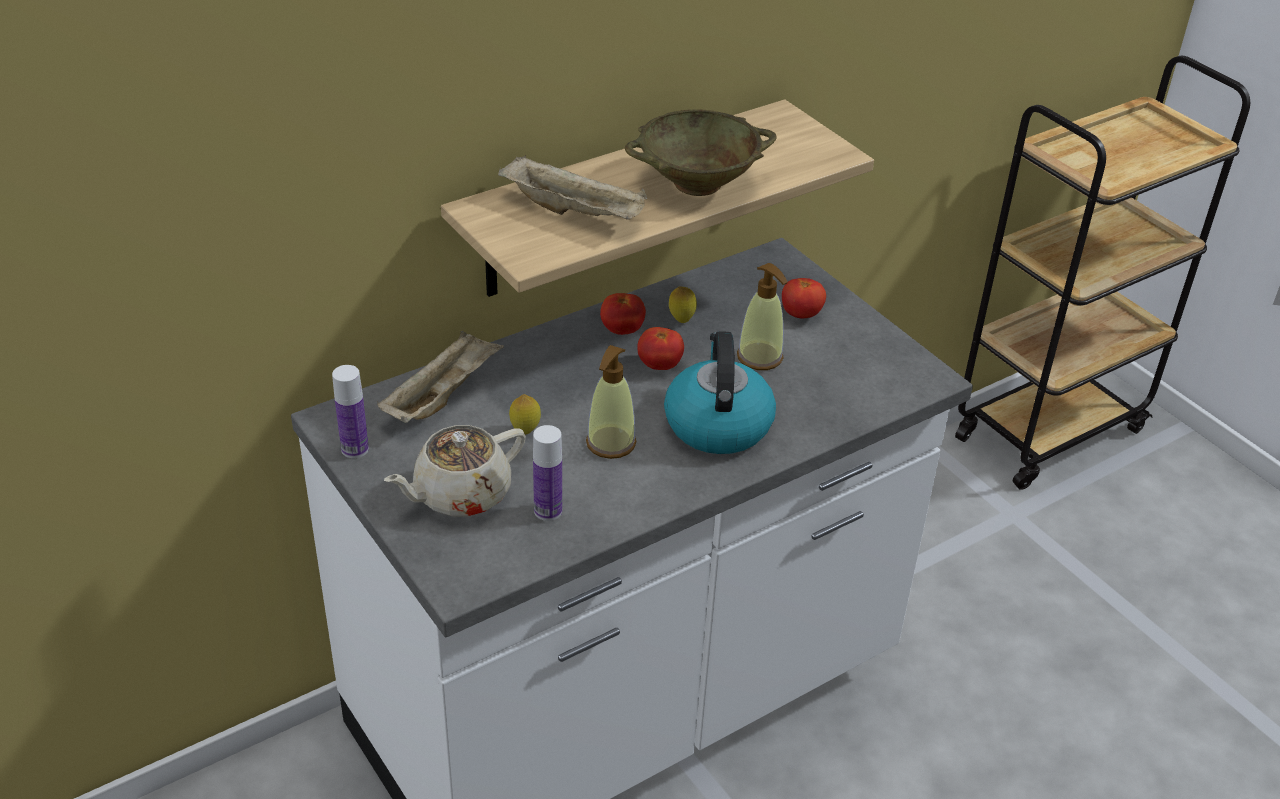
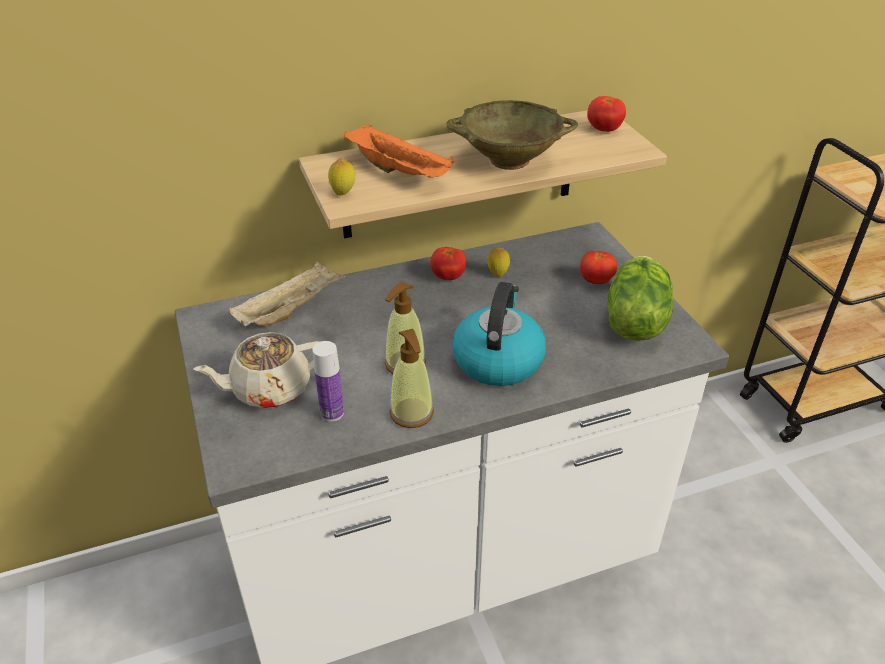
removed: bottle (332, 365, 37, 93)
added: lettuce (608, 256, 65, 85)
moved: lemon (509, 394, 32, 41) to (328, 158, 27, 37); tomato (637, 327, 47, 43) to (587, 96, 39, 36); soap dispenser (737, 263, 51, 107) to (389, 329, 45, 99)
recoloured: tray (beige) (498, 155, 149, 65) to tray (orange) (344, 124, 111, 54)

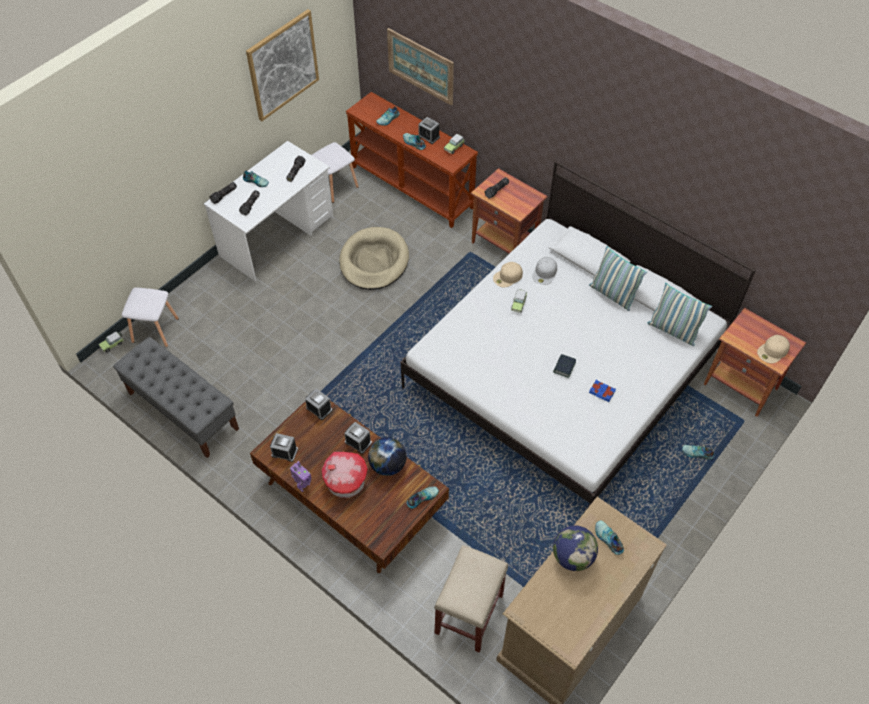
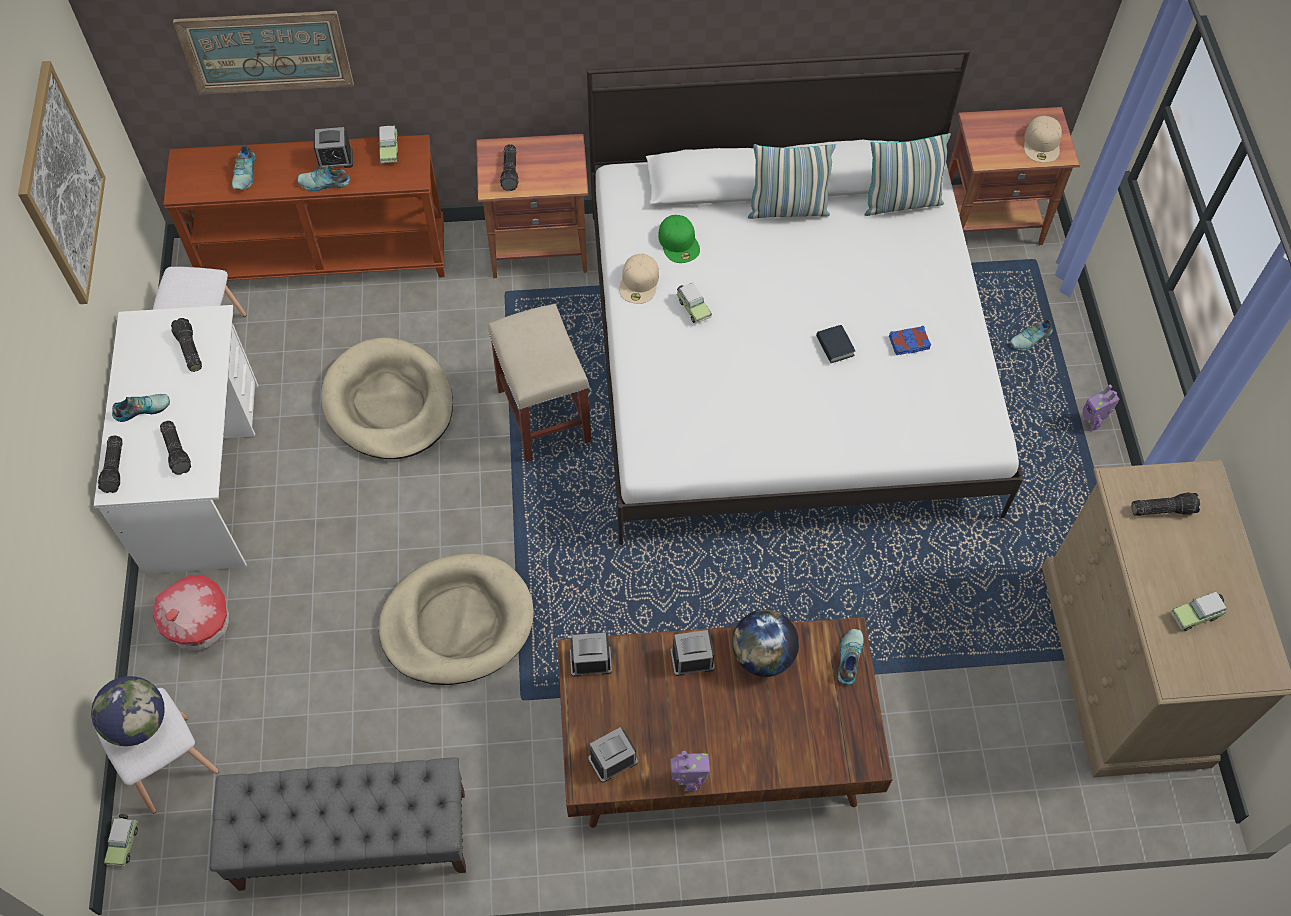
added: dog bed (beige) (379, 554, 154, 131); toy robot (1082, 385, 38, 47); toy car (1171, 592, 56, 39)
moved: toy house (322, 452, 46, 46) to (153, 575, 76, 75); stool (beige) (434, 545, 74, 108) to (488, 304, 104, 158); globe (553, 525, 45, 46) to (91, 676, 74, 70)
replaced: shoe (595, 520, 29, 35) to flashlight (1132, 492, 68, 24)
recoloured: cap (white) (532, 257, 25, 28) to cap (green) (658, 215, 42, 48)

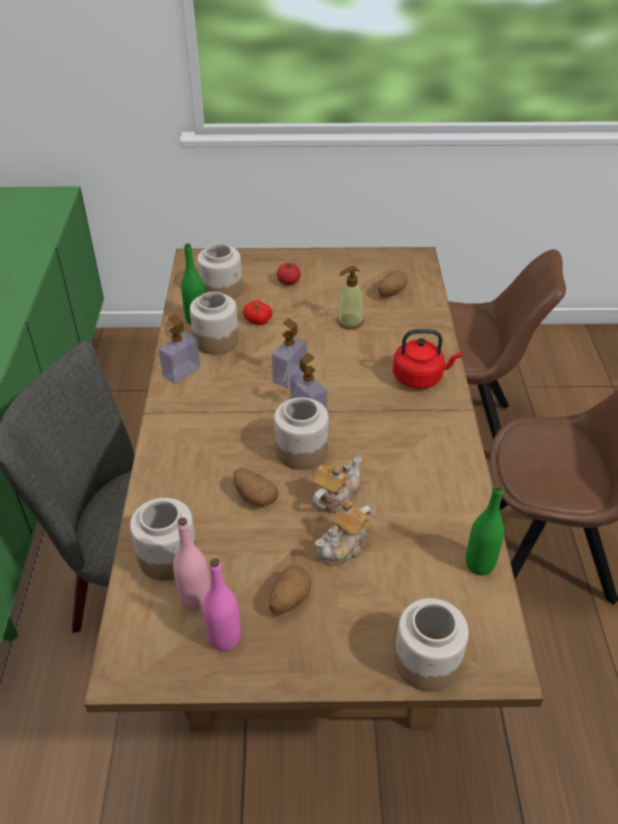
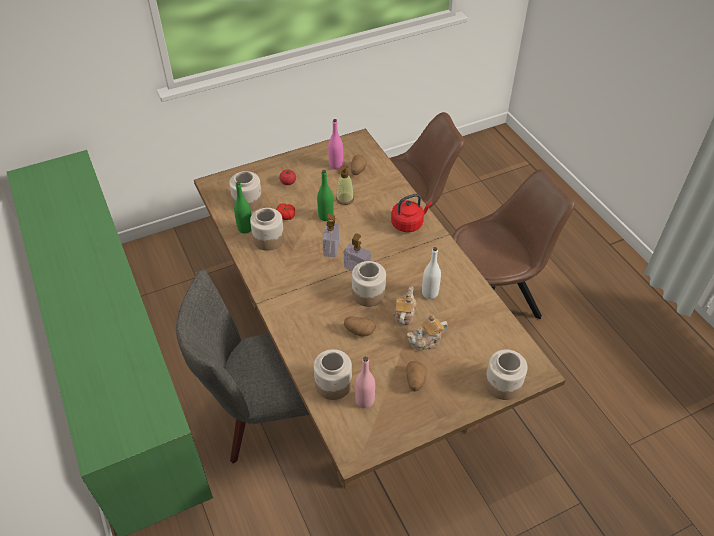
removed: soap dispenser (158, 314, 42, 70)
added: bottle (white) (422, 247, 19, 52)
moved: bottle (pink) (203, 558, 38, 93) to (328, 119, 15, 50); bottle (green) (466, 483, 38, 92) to (317, 170, 17, 51)
turned: teapot (315, 500, 57, 66) = (407, 315, 41, 35) 45 degrees clockwise

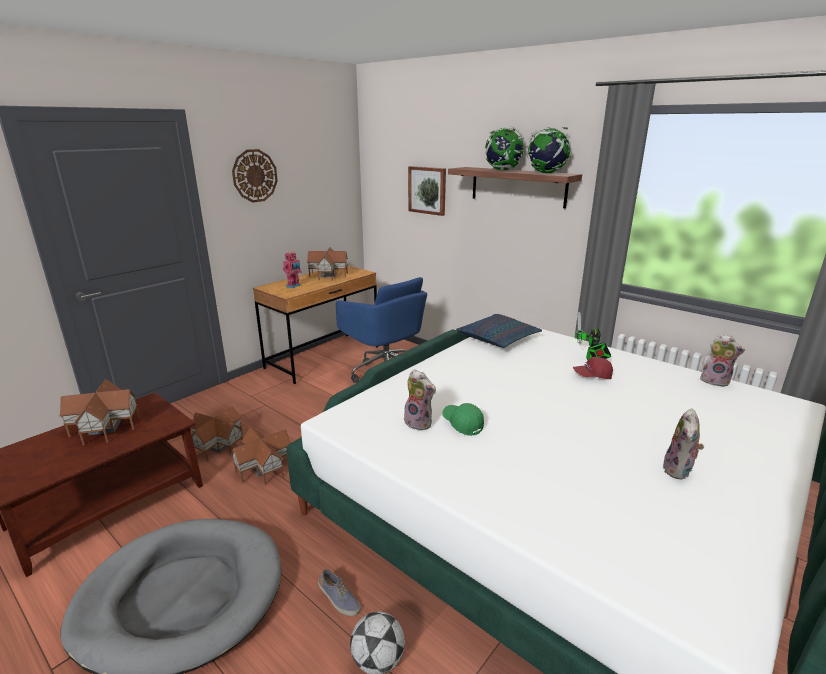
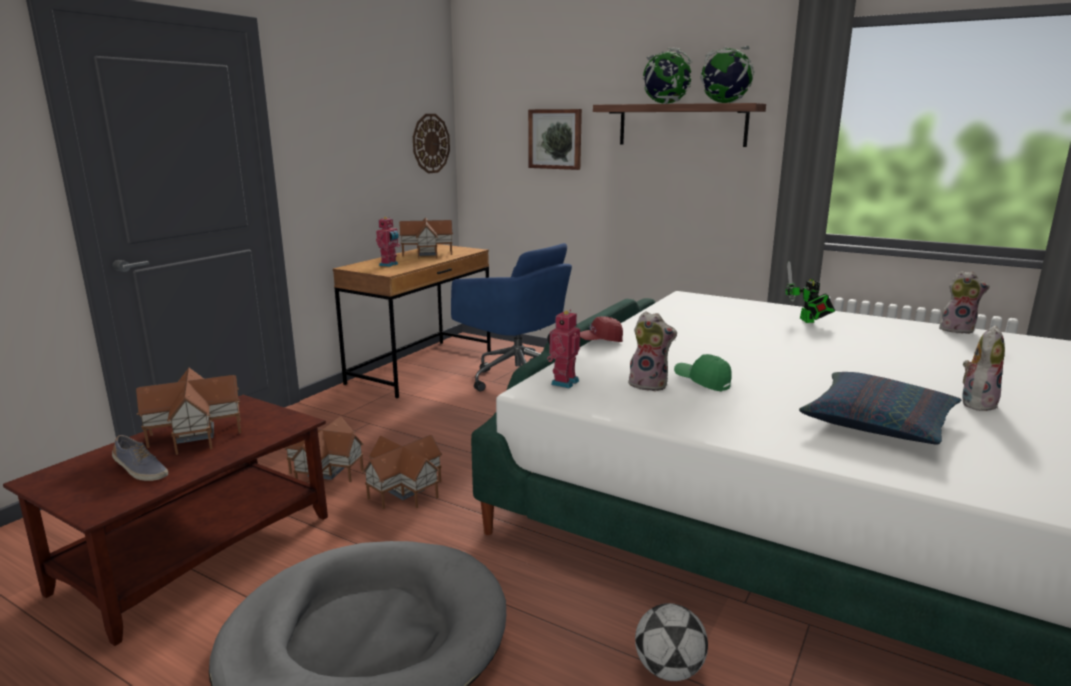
added: toy robot (547, 309, 33, 79)
moved: wall clock (232, 149, 46, 53) to (413, 114, 37, 60); shoe (318, 569, 43, 47) to (112, 435, 56, 46); pillow (blue) (456, 314, 86, 34) to (799, 372, 162, 72); cap (red) (573, 357, 40, 22) to (580, 316, 43, 26)
turned: plush toy (662, 408, 42, 72) = (962, 325, 43, 86) 150 degrees counterclockwise

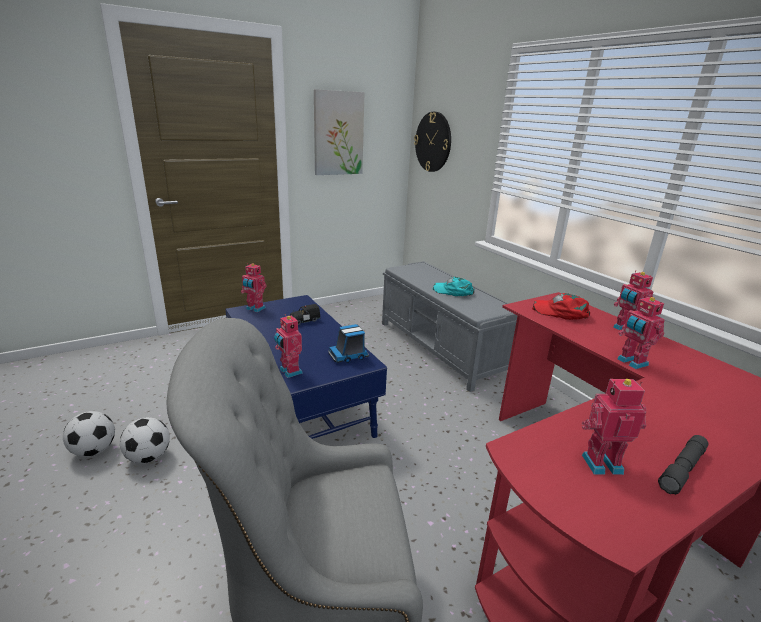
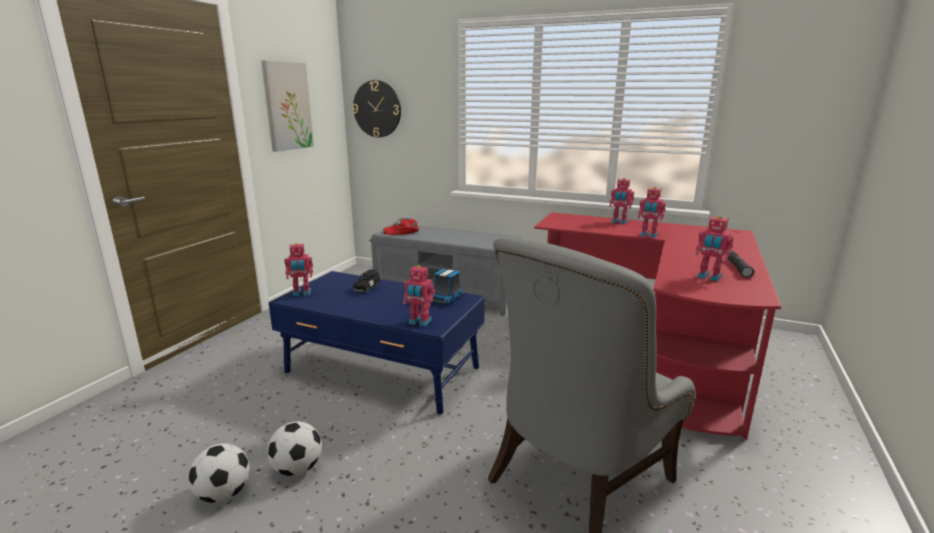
removed: cap (turquoise) (432, 277, 43, 19)
moved: cap (red) (532, 293, 58, 27) to (383, 218, 36, 17)
turned: toy robot (582, 379, 64, 96) = (695, 215, 39, 66) 105 degrees counterclockwise

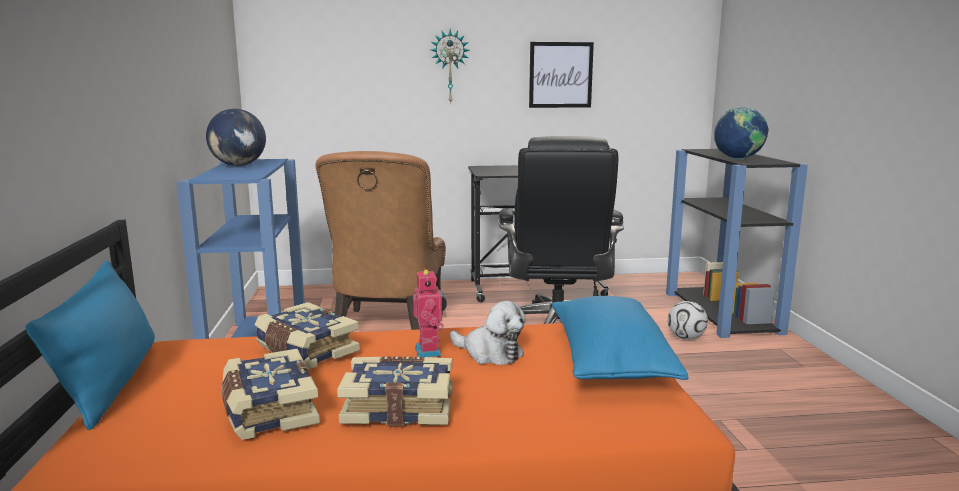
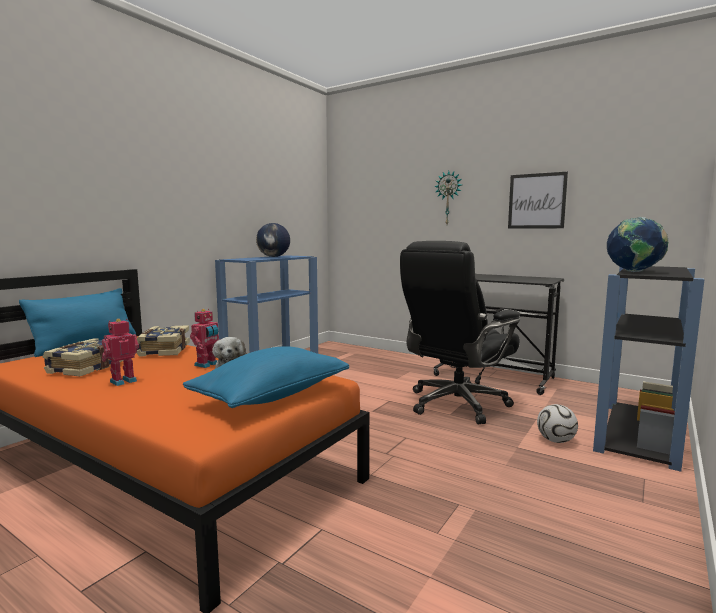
removed: chair (brown) (315, 151, 131, 179)
replaced: book (337, 356, 116, 70) to toy robot (102, 319, 37, 67)

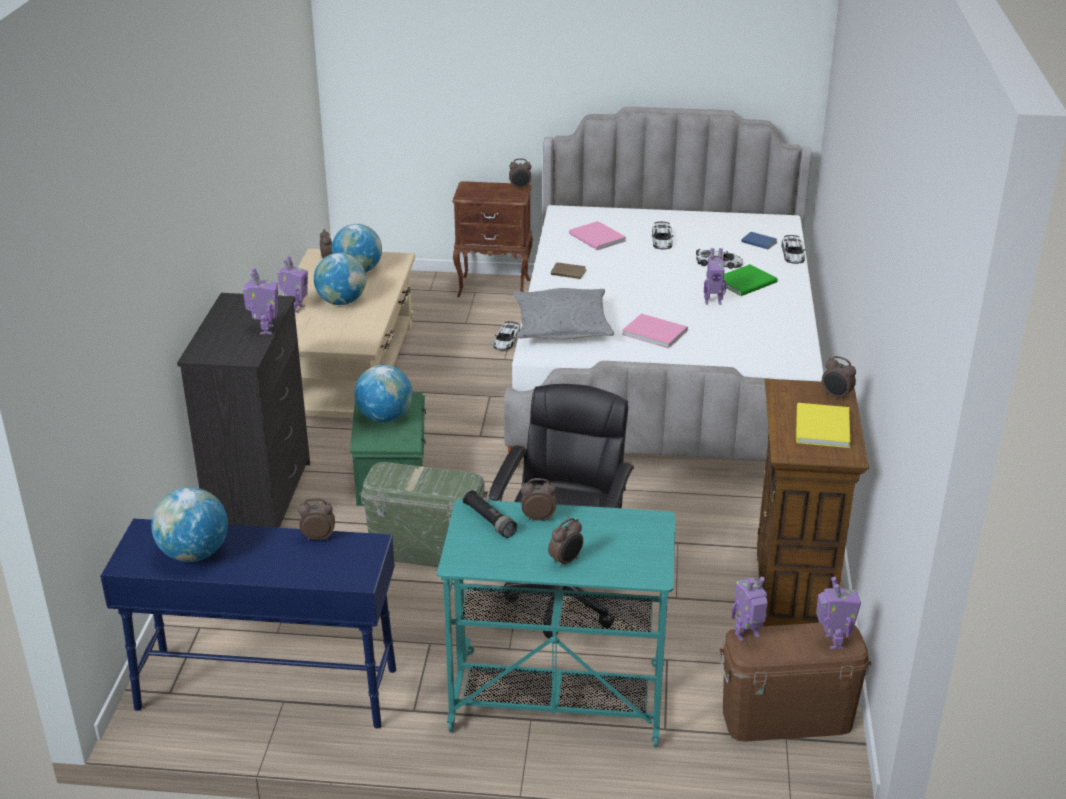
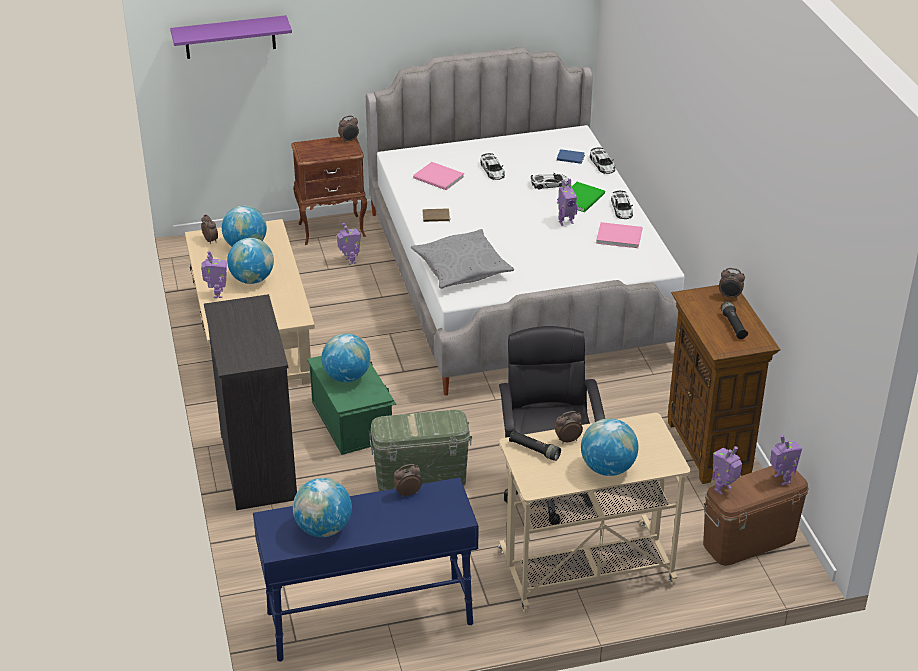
added: shelf (purple) (170, 15, 122, 44)
moved: toy robot (243, 268, 35, 67) to (337, 223, 24, 42); toy car (493, 321, 27, 29) to (611, 191, 22, 28); book (pink) (622, 314, 66, 34) to (596, 222, 46, 26)
replaced: alarm clock (548, 518, 35, 50) to globe (581, 418, 57, 58); book (yellow) (796, 403, 54, 45) to flashlight (black) (721, 301, 27, 38)
recoloured: desk (turquoise) (437, 499, 238, 248) to desk (beige) (498, 413, 193, 200)

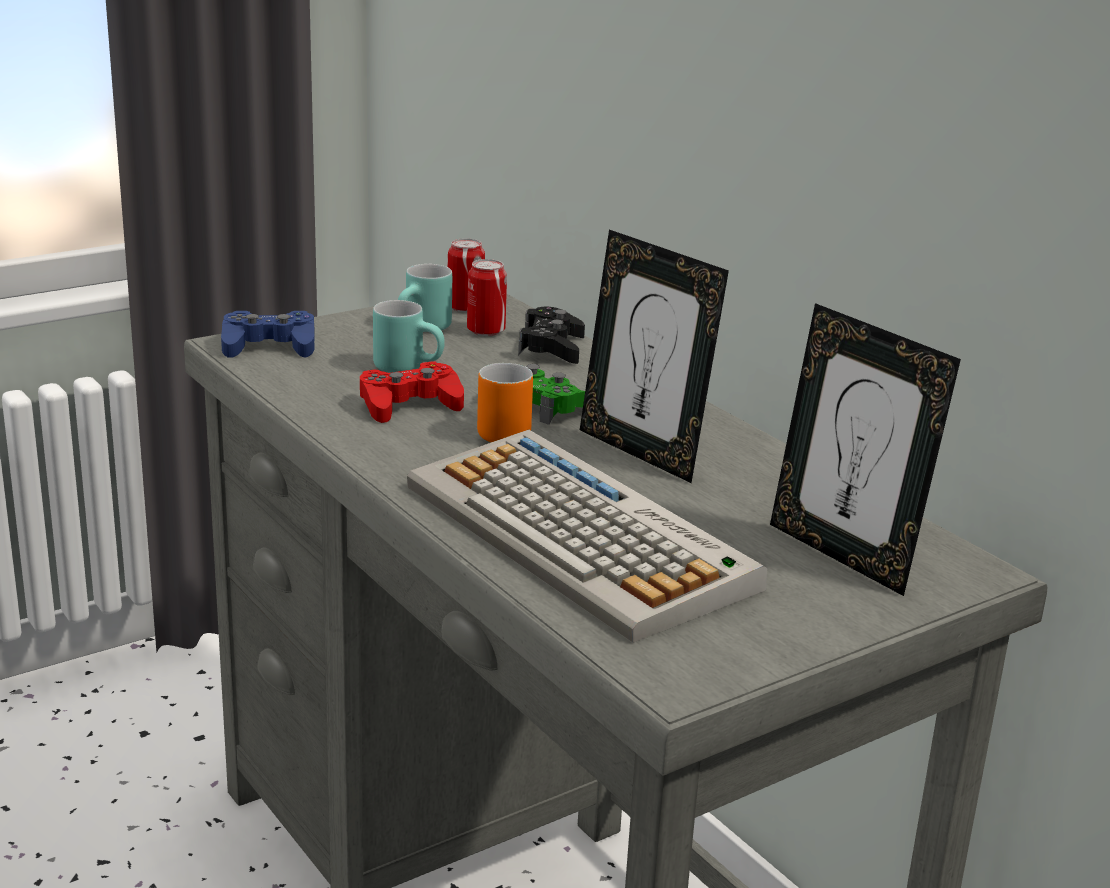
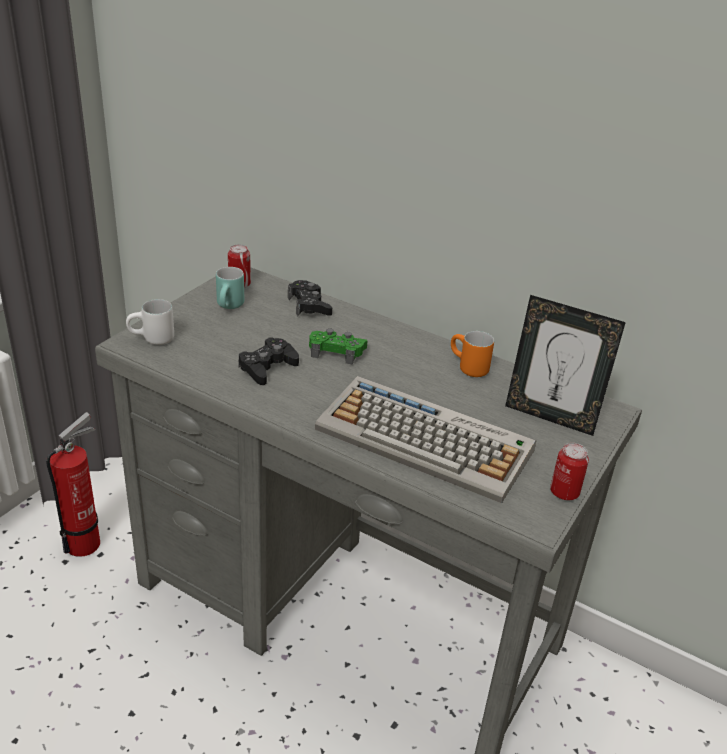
removed: mug (turquoise) (373, 300, 72, 73); picture frame (580, 230, 149, 253)
added: fire extinguisher (46, 412, 54, 145)
moved: can (467, 259, 40, 77) to (550, 443, 39, 57); mug (orange) (477, 363, 56, 79) to (451, 331, 43, 46)
replaced: game controller (blue) (221, 311, 94, 46) to mug (white) (126, 299, 48, 46)
recoloured: game controller (red) (360, 361, 104, 62) to game controller (black) (238, 337, 61, 48)

